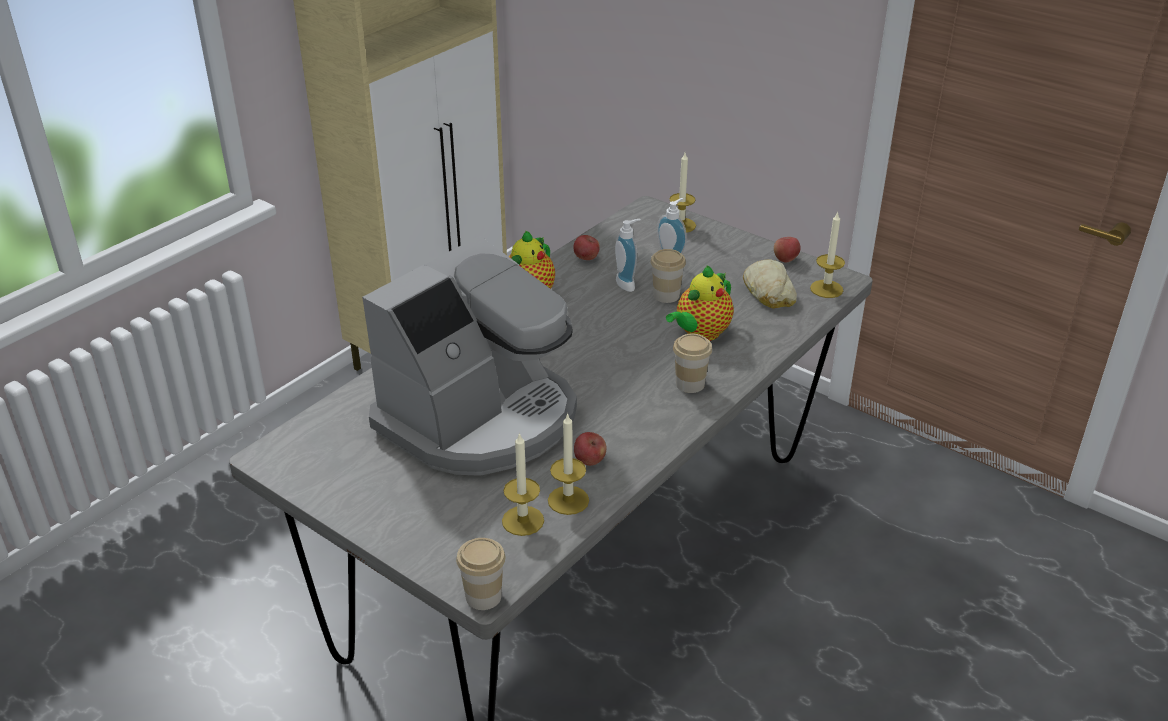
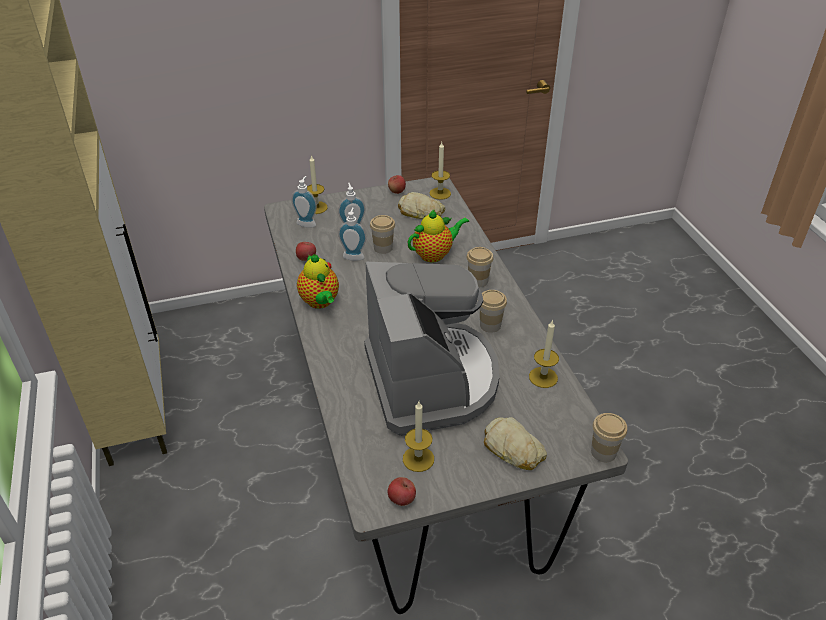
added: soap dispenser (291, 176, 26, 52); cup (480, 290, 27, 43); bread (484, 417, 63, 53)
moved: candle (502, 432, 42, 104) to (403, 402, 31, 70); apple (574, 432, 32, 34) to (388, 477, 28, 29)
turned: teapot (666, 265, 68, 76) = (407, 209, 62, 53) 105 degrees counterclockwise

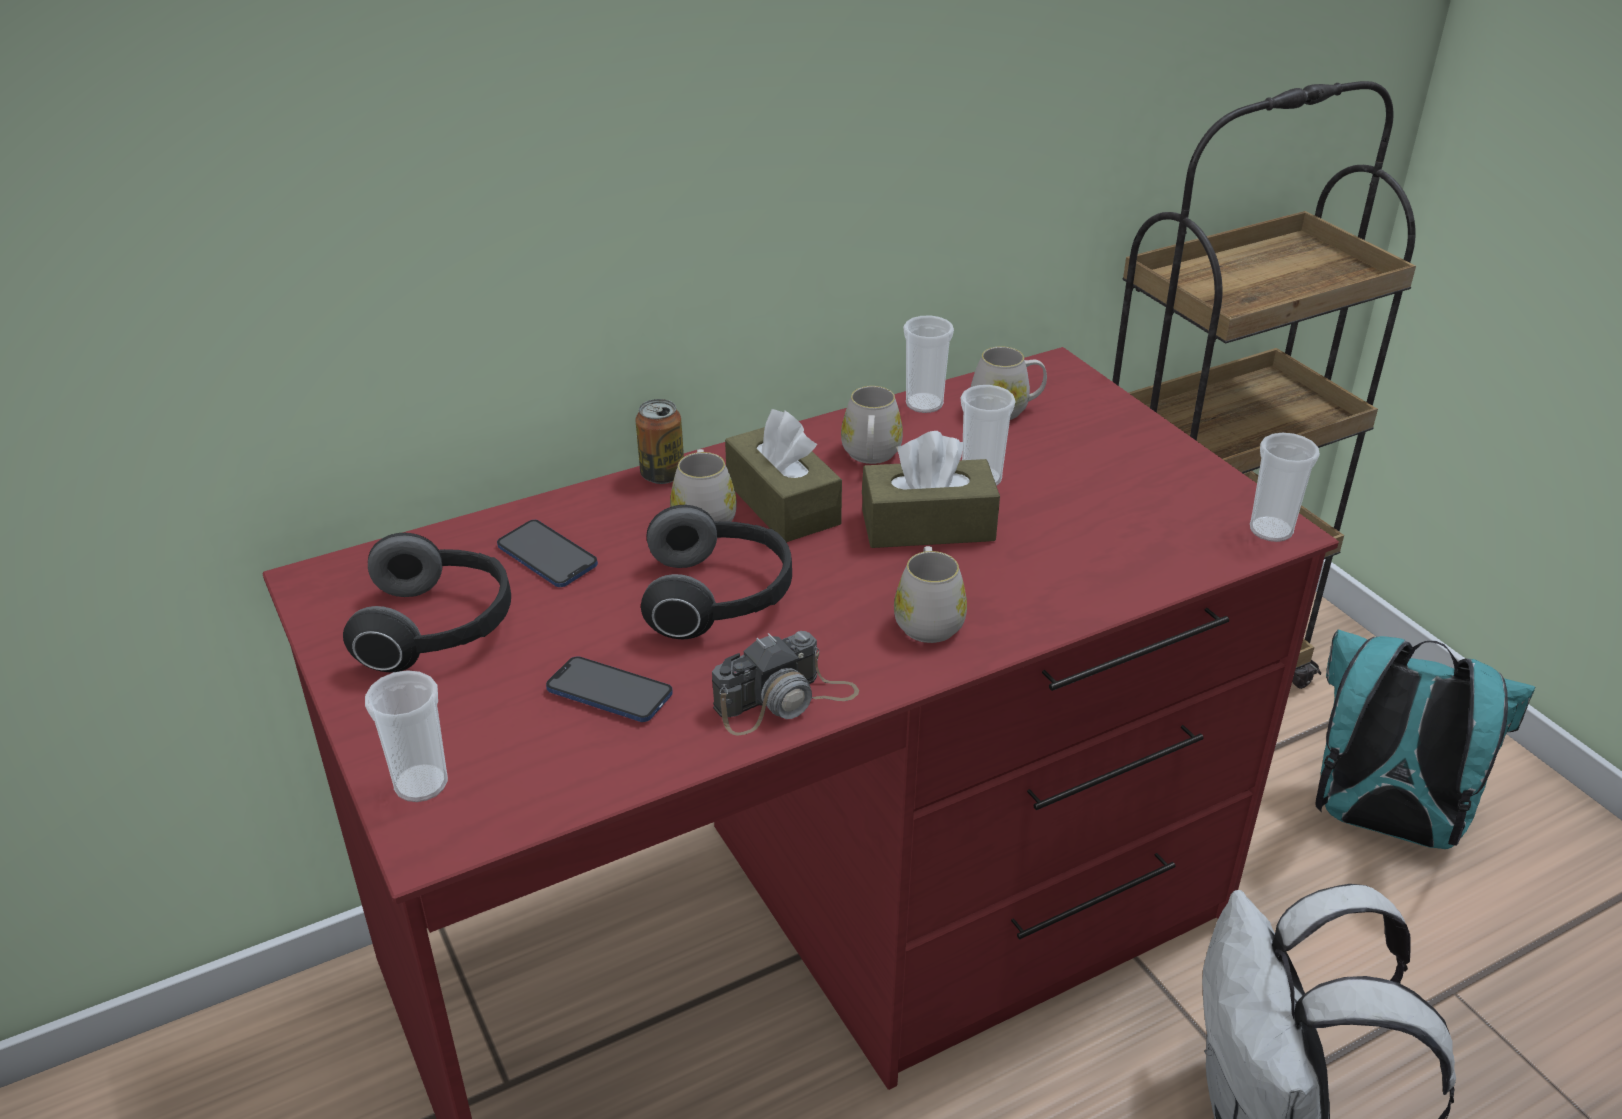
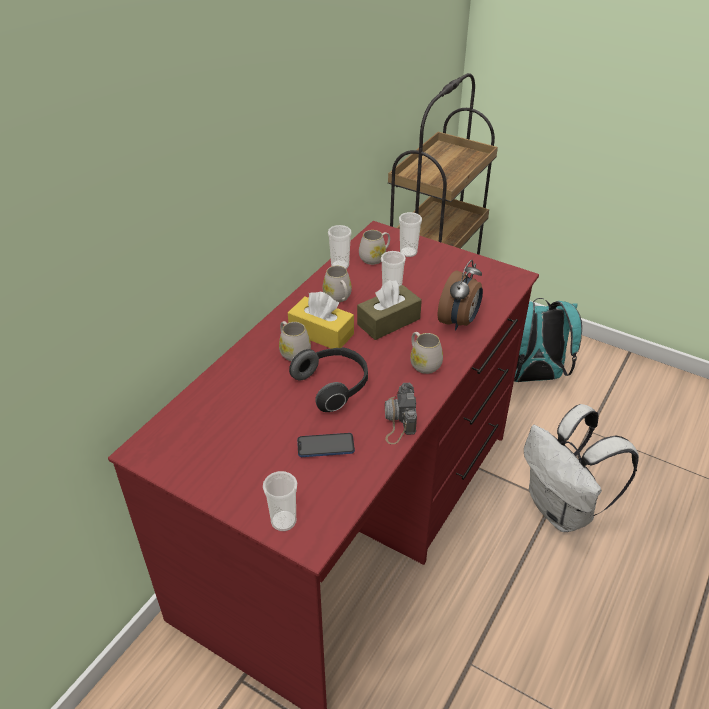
removed: headphones (343, 533, 168, 139); phone (497, 520, 101, 67); can (635, 399, 49, 85)
added: alarm clock (438, 260, 45, 71)
moved: cup (1250, 433, 70, 109) to (399, 212, 23, 45)
recoloured: tissue box (brown) (725, 409, 117, 133) to tissue box (yellow) (288, 292, 66, 57)
turned: photo camera (712, 631, 147, 105) = (385, 383, 32, 61) 150 degrees clockwise

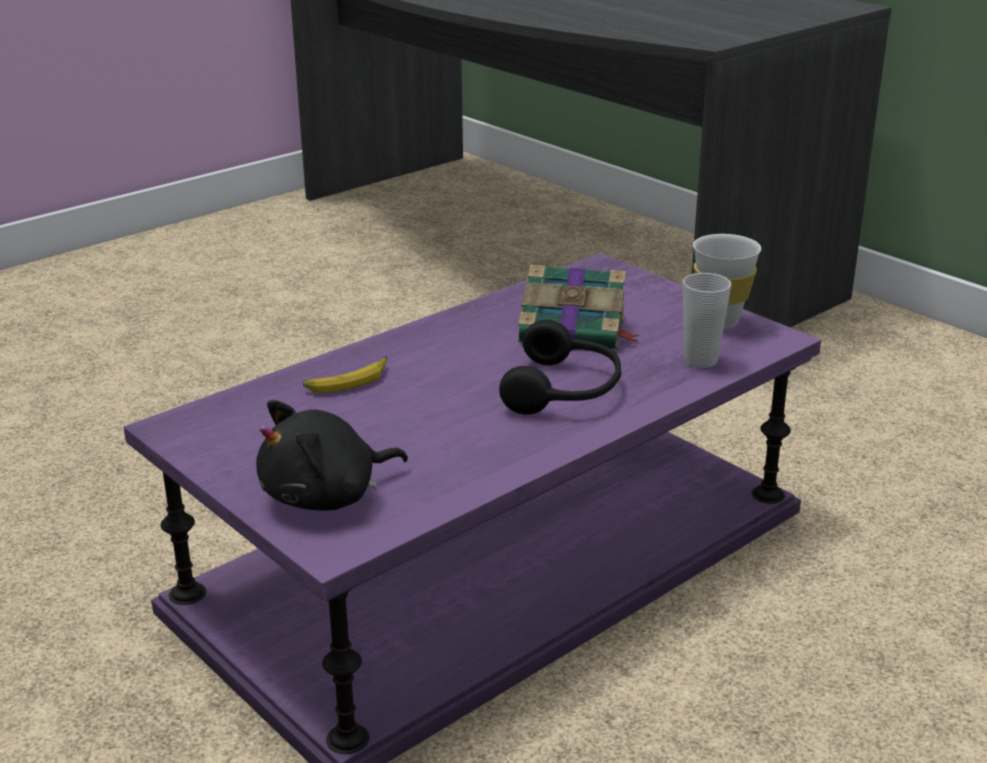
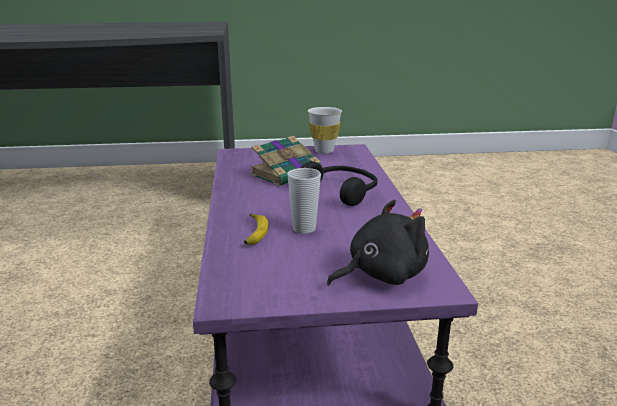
moved: cup (683, 273, 48, 95) to (287, 168, 34, 66)
turned: plush toy (black) (256, 400, 152, 111) = (327, 200, 102, 86) 120 degrees counterclockwise

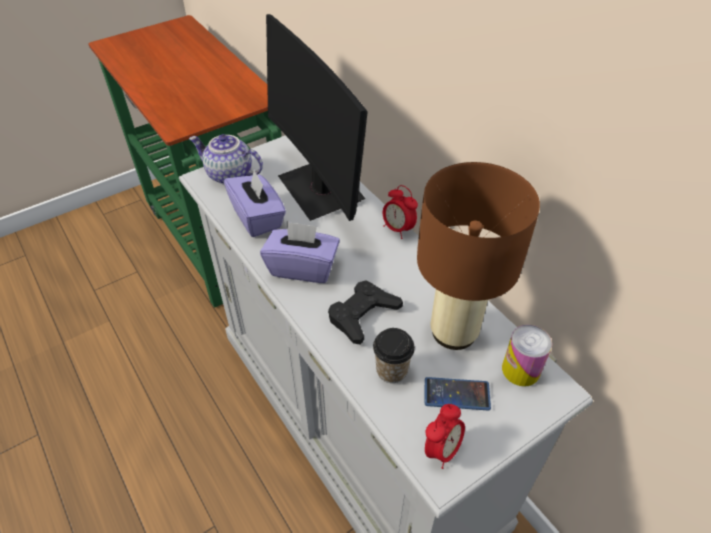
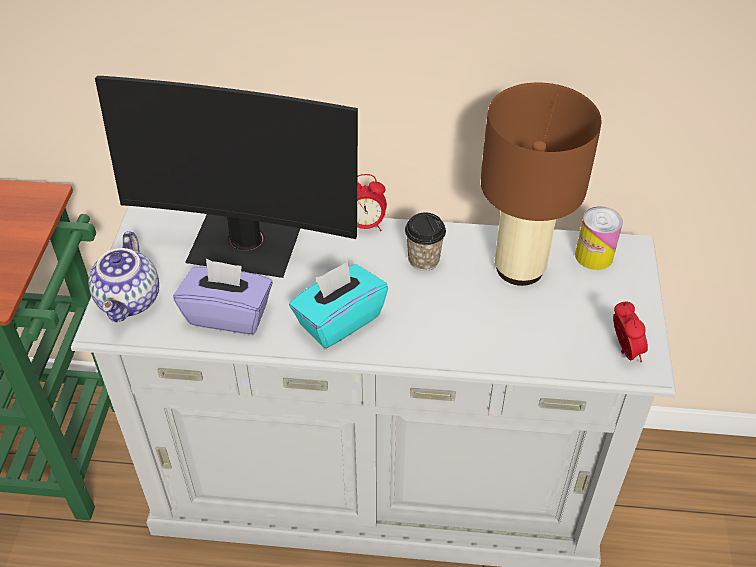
removed: game controller (black) (328, 280, 75, 65); phone (425, 377, 66, 34)
moved: cup (373, 328, 42, 55) to (405, 212, 41, 59)
recoloured: tissue box (purple) (260, 221, 80, 62) to tissue box (turquoise) (289, 261, 99, 87)
turned: teapot (189, 134, 74, 50) = (88, 231, 71, 91) 60 degrees counterclockwise

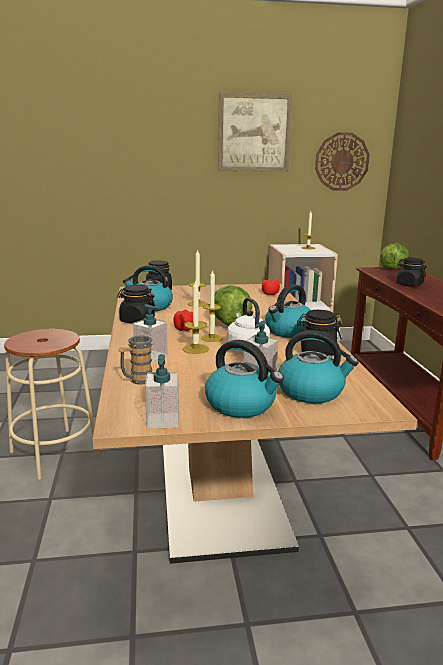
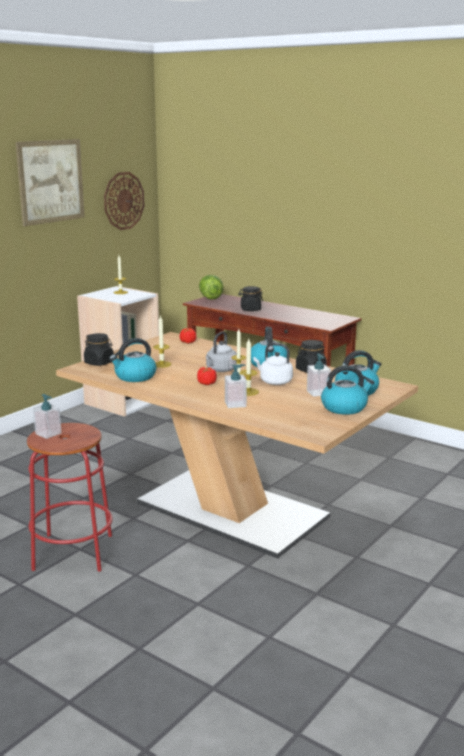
removed: jar (black) (117, 285, 39, 39); mug (118, 336, 36, 49)
moved: soap dispenser (145, 354, 34, 74) to (33, 394, 29, 45)
replaced: lettuce (215, 285, 37, 41) to kettle (grey) (206, 331, 31, 41)
recoloured: stool (beige) (4, 329, 95, 151) to stool (red) (27, 423, 86, 149)

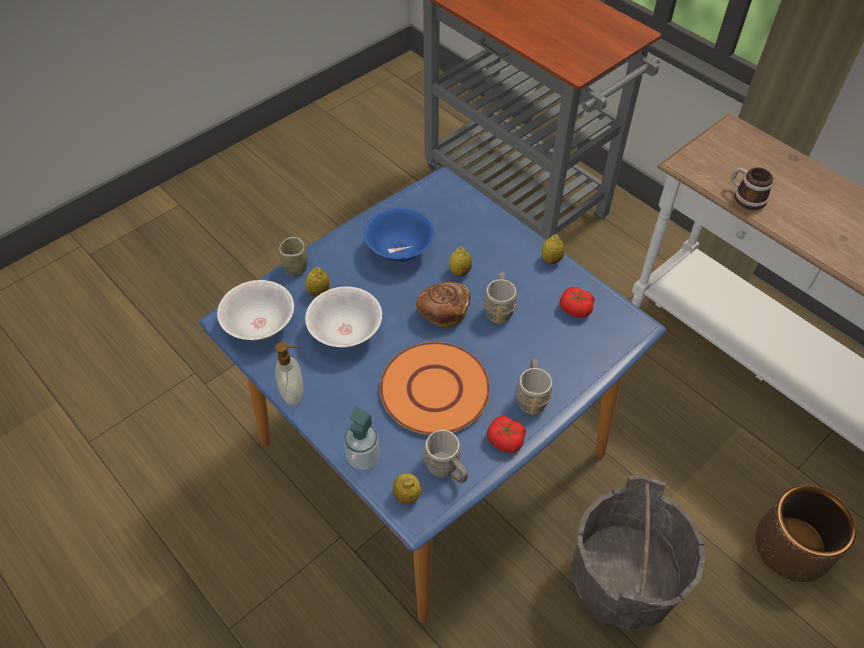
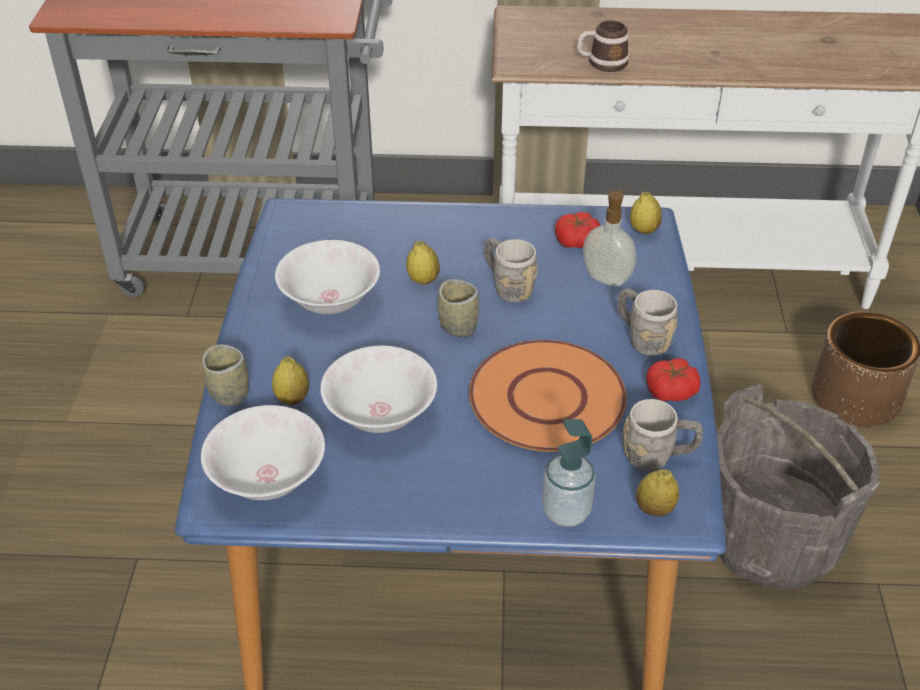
moved: soap dispenser (275, 342, 29, 63) to (583, 189, 53, 97); lemon (541, 235, 24, 29) to (630, 192, 32, 42)
replaced: bread (416, 282, 54, 47) to cup (438, 279, 41, 58)
recoloured: bowl (blue) (364, 208, 71, 54) to bowl (white) (275, 240, 105, 74)

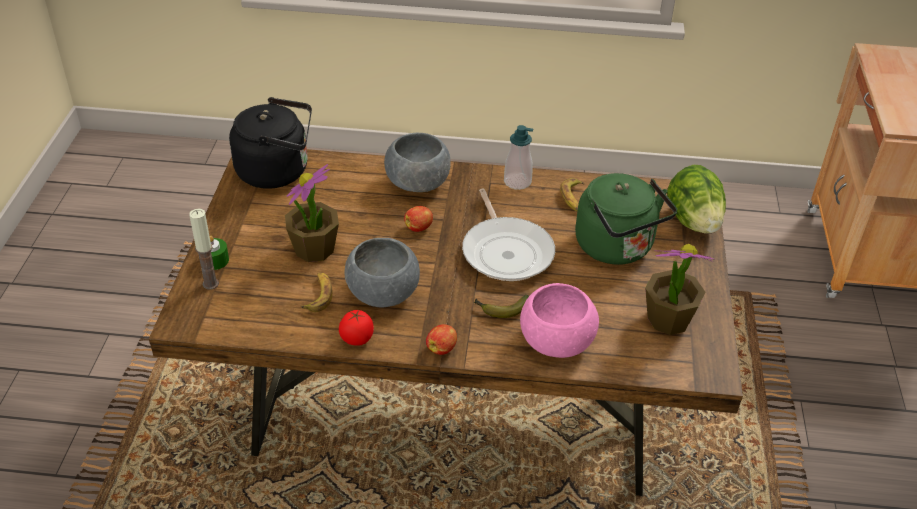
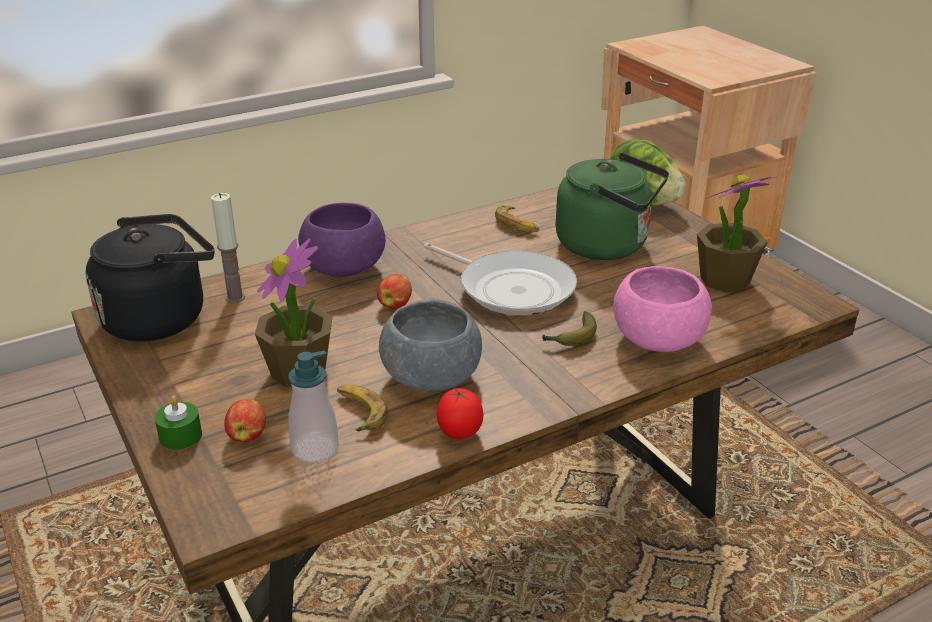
moved: candle (189, 209, 30, 81) to (211, 193, 34, 110); apple (426, 324, 31, 31) to (224, 399, 42, 43); soap dispenser (504, 125, 29, 65) to (288, 350, 51, 113)
recoloured: bowl (grey) (384, 132, 67, 60) to bowl (purple) (298, 203, 87, 74)

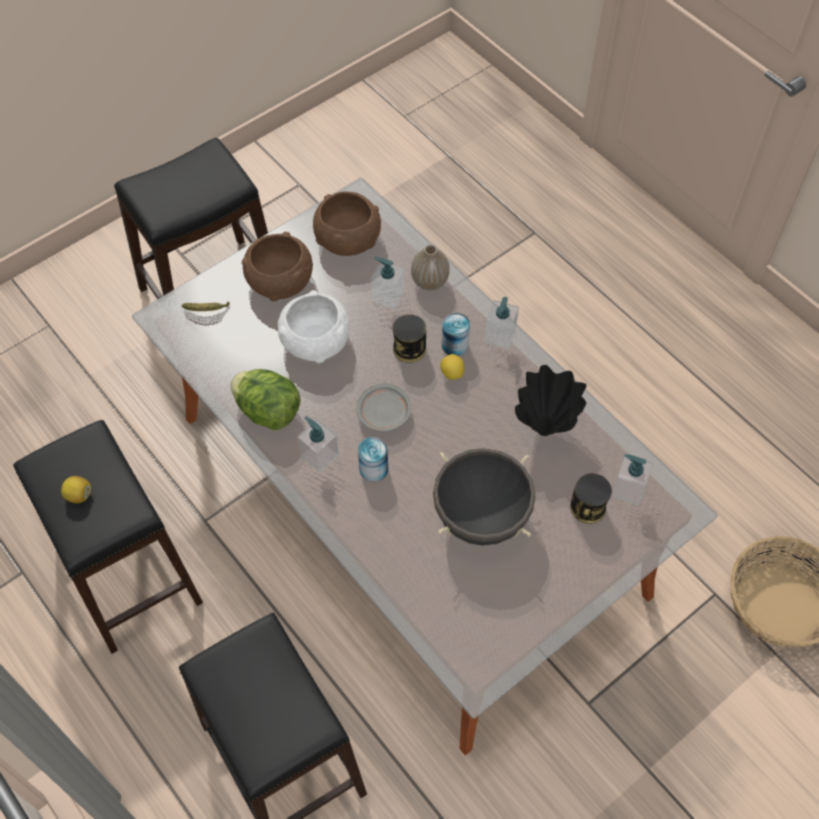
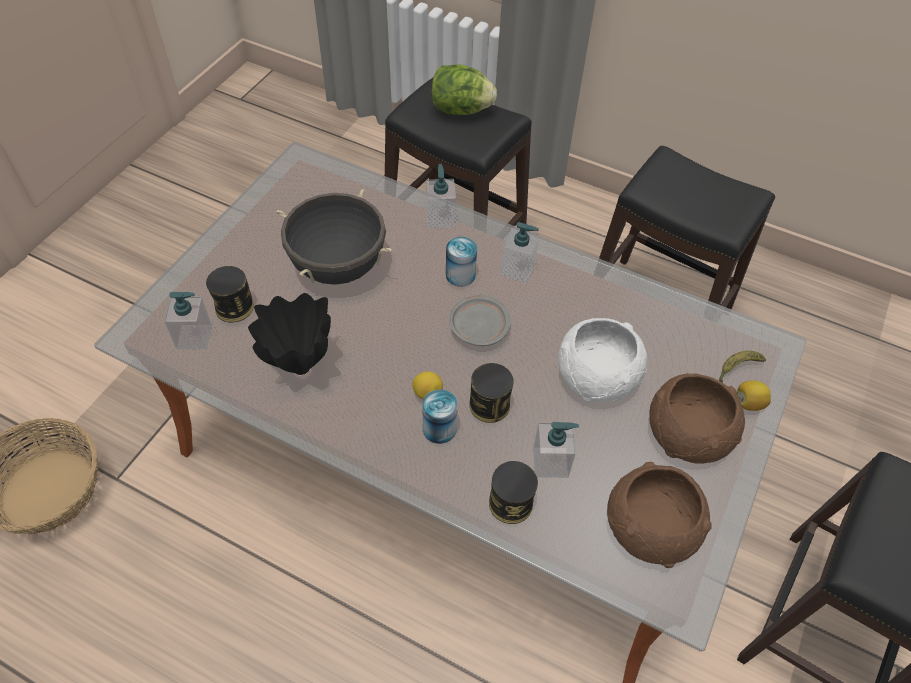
moved: lemon (61, 476, 30, 27) to (737, 380, 34, 31); lettuce (230, 369, 70, 61) to (431, 65, 66, 50); soap dispenser (484, 297, 35, 52) to (426, 164, 30, 65)
replaced: vase (411, 245, 39, 45) to can (489, 461, 49, 63)

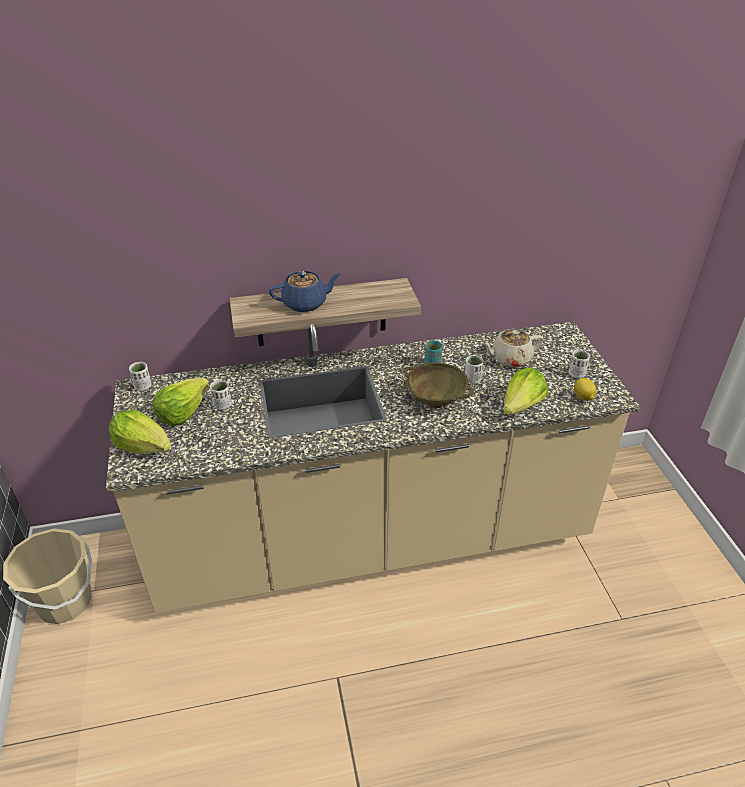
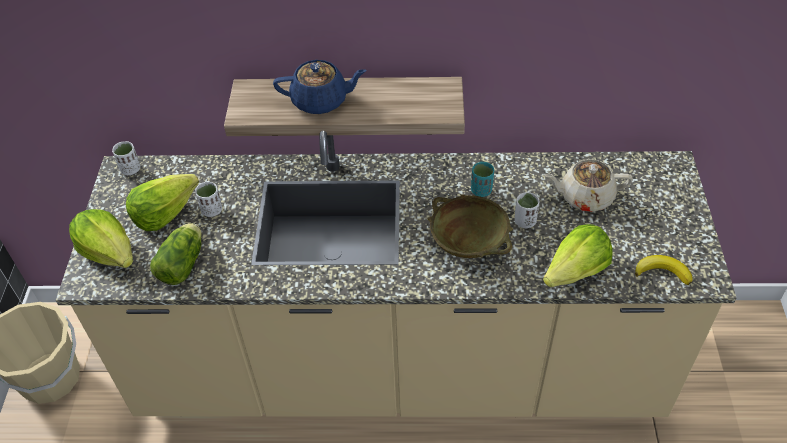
removed: cup (white) (569, 350, 21, 28)
added: lettuce (150, 223, 52, 62)
replaced: lemon (574, 378, 22, 23) to banana (635, 255, 58, 30)

